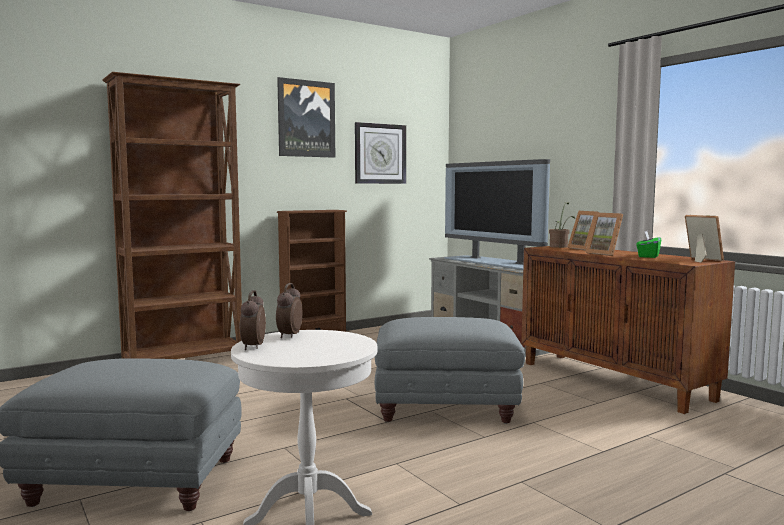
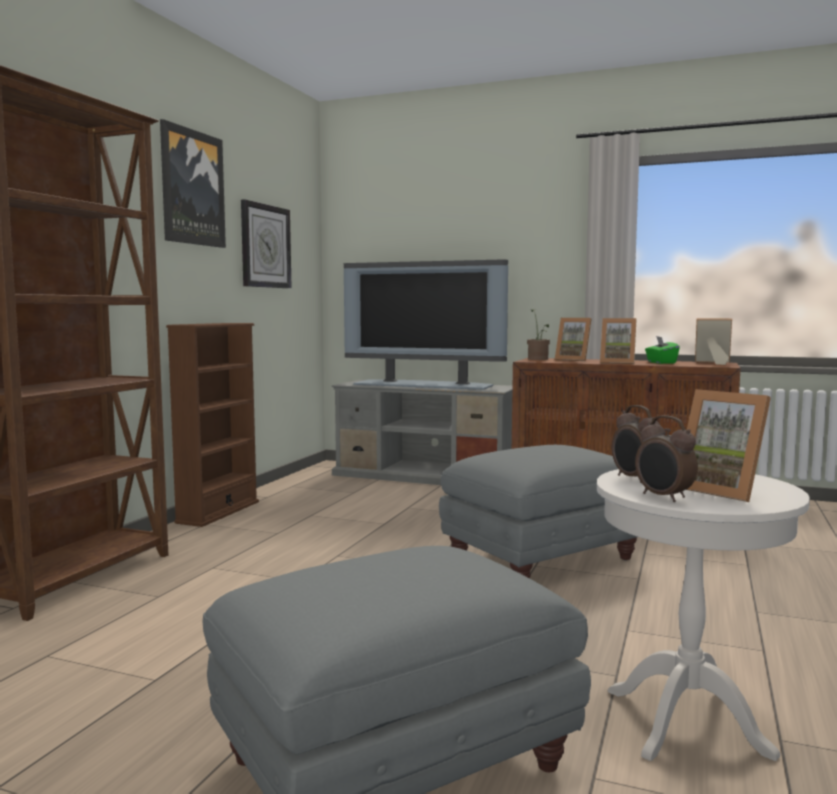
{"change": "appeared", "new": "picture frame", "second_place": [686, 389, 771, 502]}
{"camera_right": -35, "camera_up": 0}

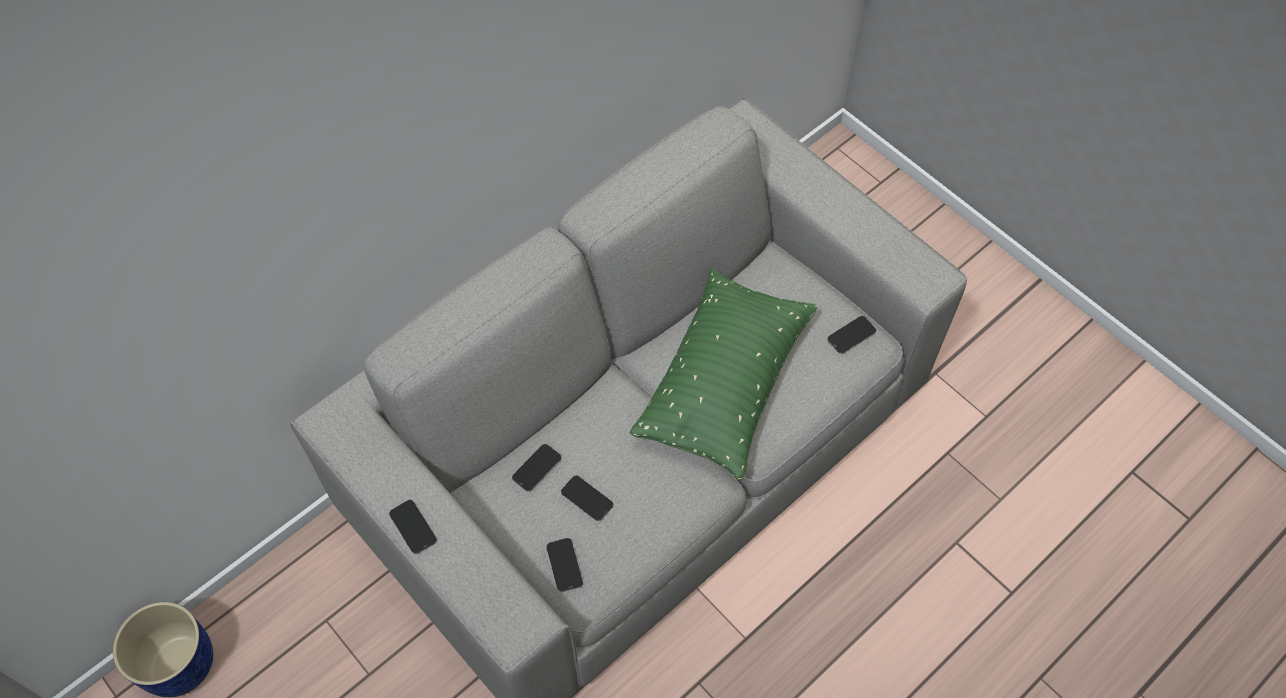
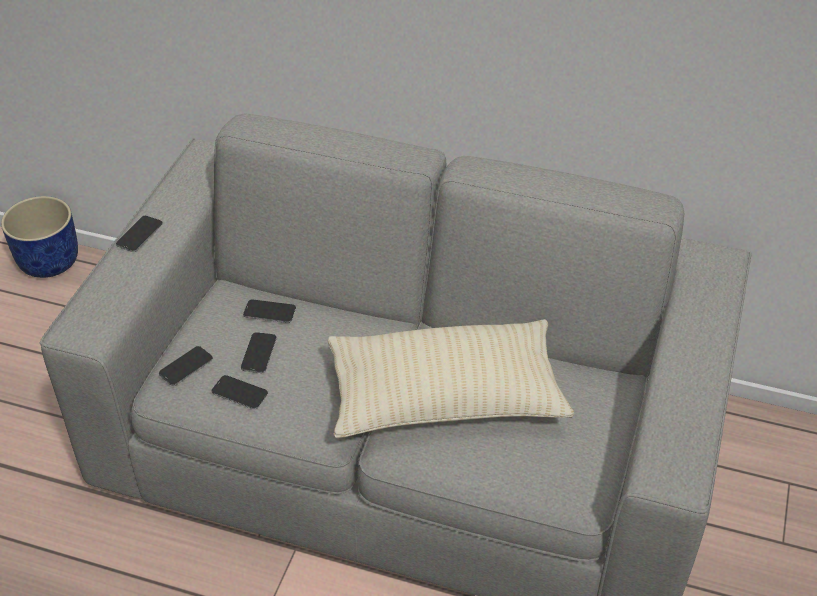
{"change": "colour", "old": "green pillow", "new": "beige pillow", "first_place": [629, 269, 817, 480], "second_place": [328, 319, 574, 438]}
{"change": "relocated", "old": "phone", "first_place": [827, 316, 876, 354], "second_place": [211, 375, 268, 409]}
{"camera_right": 60, "camera_up": -15}

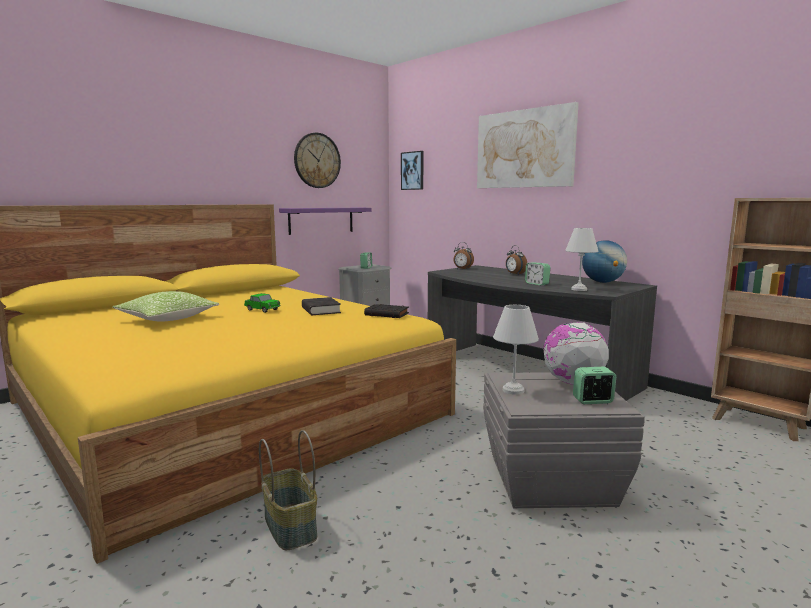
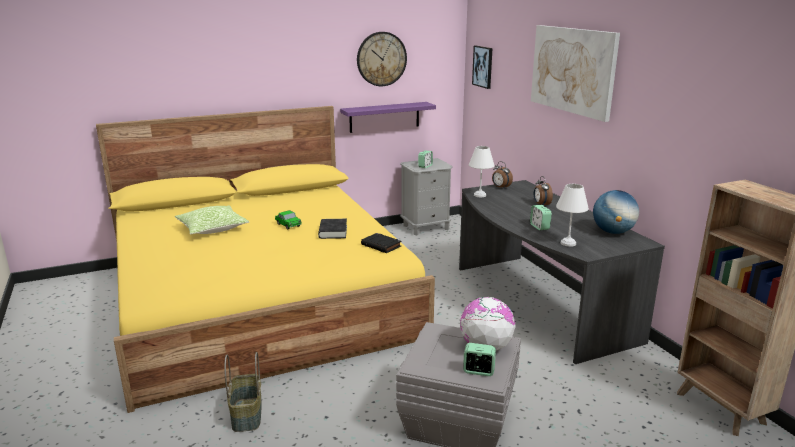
{"change": "relocated", "old": "white table lamp", "first_place": [493, 305, 539, 395], "second_place": [469, 146, 495, 197]}
{"camera_right": 20, "camera_up": 10}

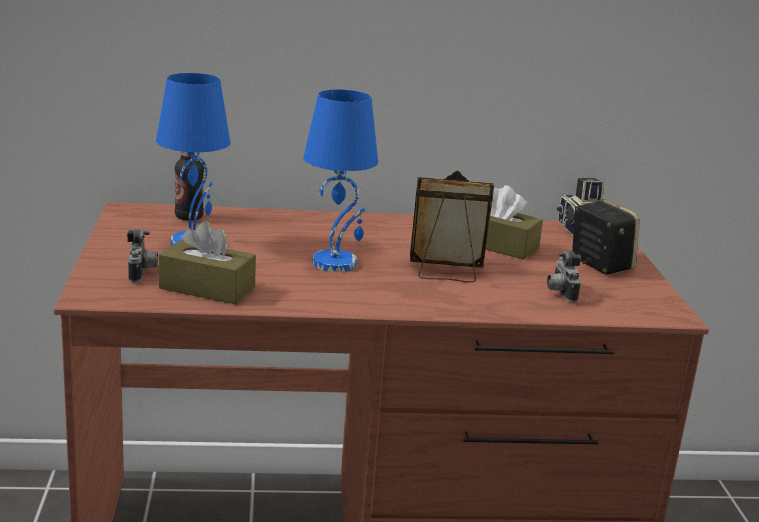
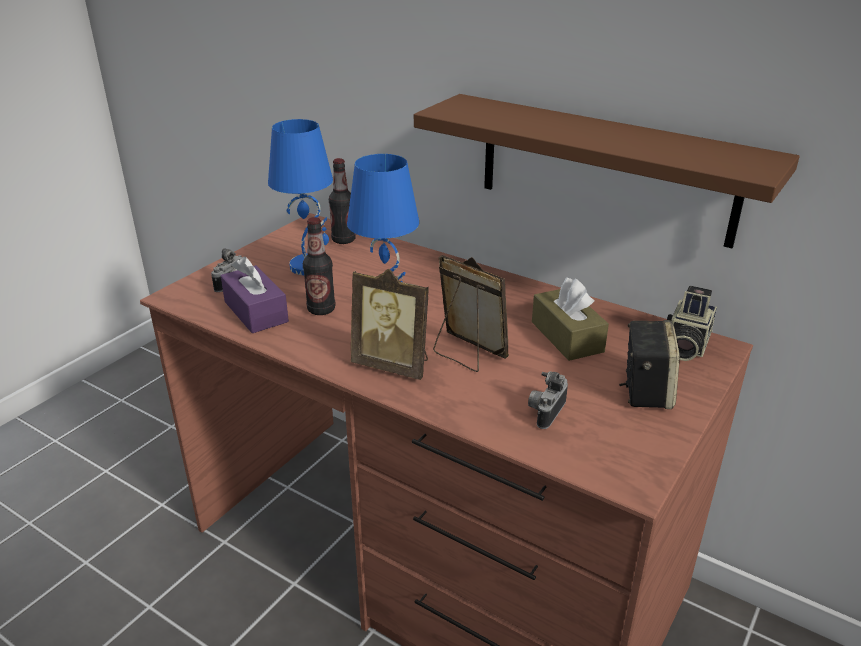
{"change": "colour", "old": "brown tissue box", "new": "purple tissue box", "first_place": [159, 221, 256, 304], "second_place": [221, 257, 289, 333]}
{"change": "appeared", "new": "bottle", "second_place": [303, 217, 335, 315]}
{"change": "appeared", "new": "picture frame", "second_place": [351, 269, 429, 380]}
{"change": "appeared", "new": "brown shelf", "second_place": [414, 94, 800, 248]}
{"camera_right": 40, "camera_up": 10}

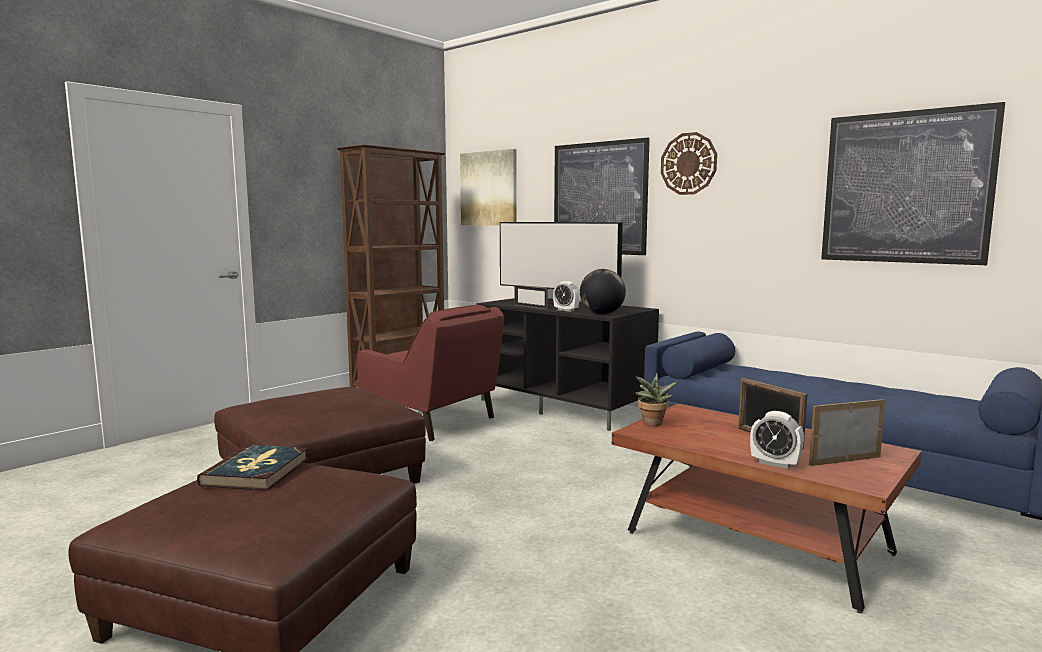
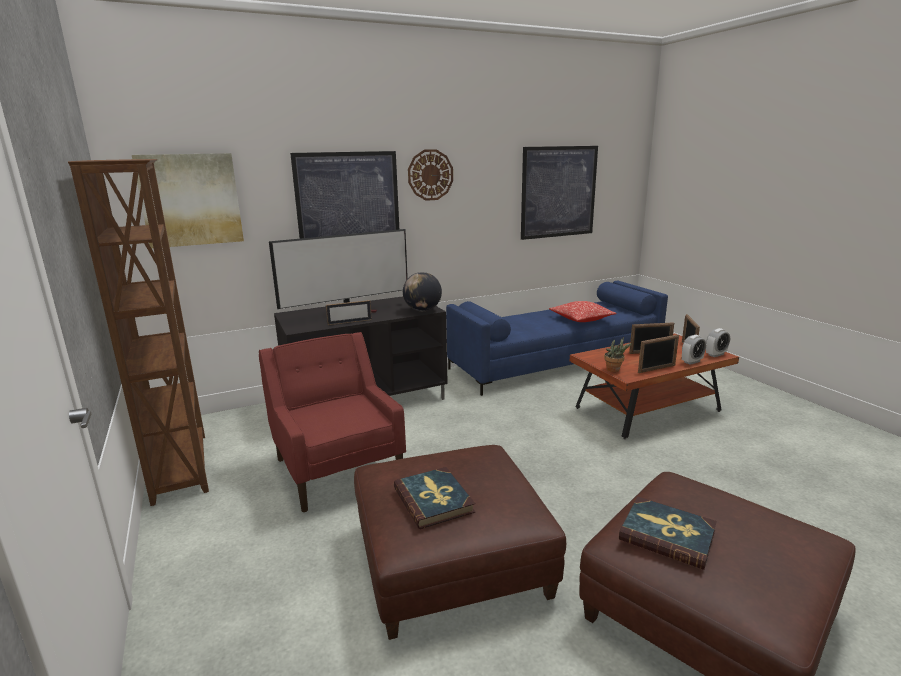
{"change": "spun", "old": "red armchair", "first_place": [357, 305, 504, 442], "second_place": [259, 332, 406, 512], "degrees": -90}
{"change": "relocated", "old": "alarm clock", "first_place": [553, 281, 580, 312], "second_place": [706, 328, 730, 357]}
{"change": "appeared", "new": "book", "second_place": [394, 467, 475, 529]}
{"change": "appeared", "new": "pillow", "second_place": [549, 301, 617, 322]}
{"change": "appeared", "new": "picture frame", "second_place": [638, 335, 679, 373]}
{"camera_right": -65, "camera_up": 10}

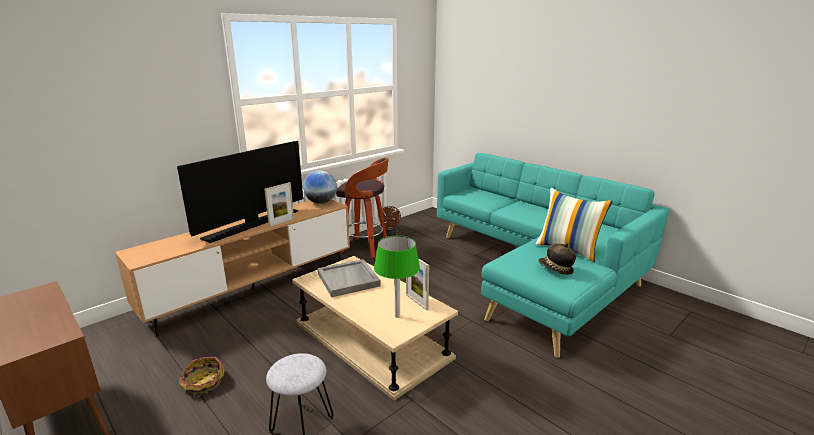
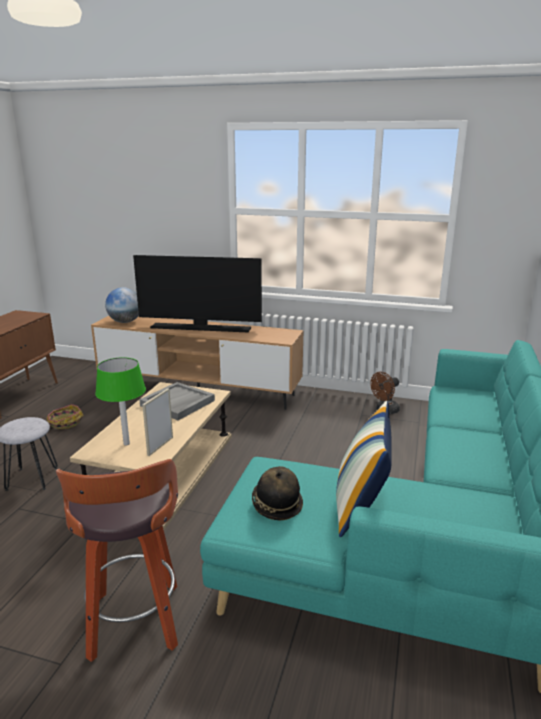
{"change": "missing", "old": "picture frame", "first_place": [264, 182, 294, 227]}
{"change": "relocated", "old": "globe", "first_place": [303, 170, 337, 204], "second_place": [105, 287, 139, 323]}
{"change": "relocated", "old": "stool", "first_place": [336, 157, 389, 258], "second_place": [56, 459, 178, 662]}
{"camera_right": 60, "camera_up": 0}

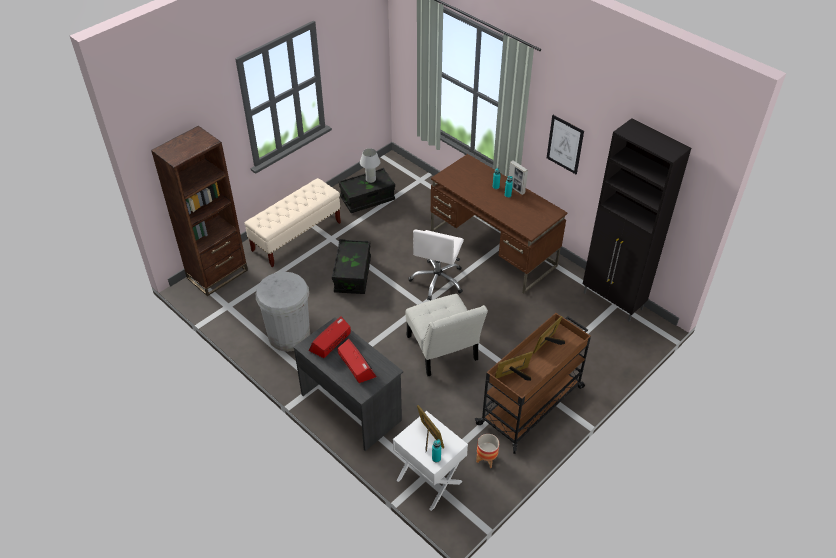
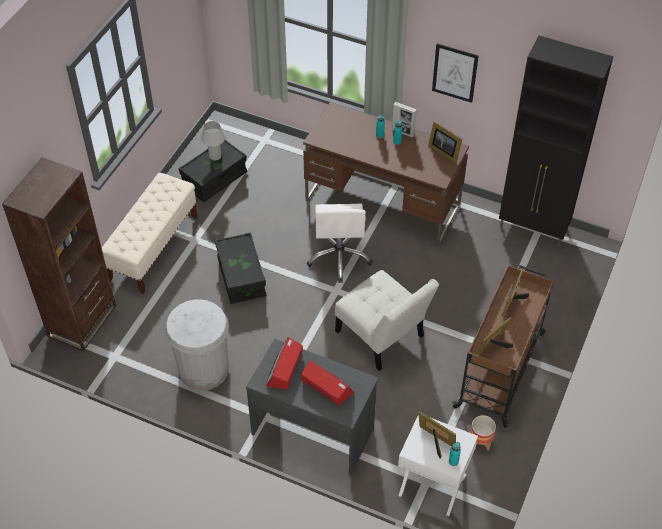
{"change": "appeared", "new": "picture frame", "second_place": [428, 121, 462, 163]}
{"camera_right": -20, "camera_up": 5}

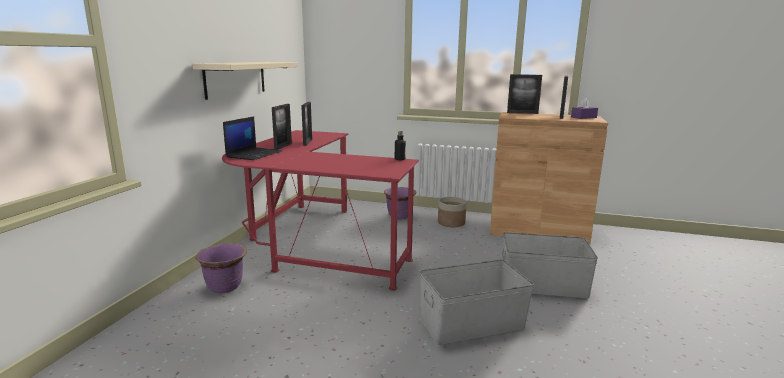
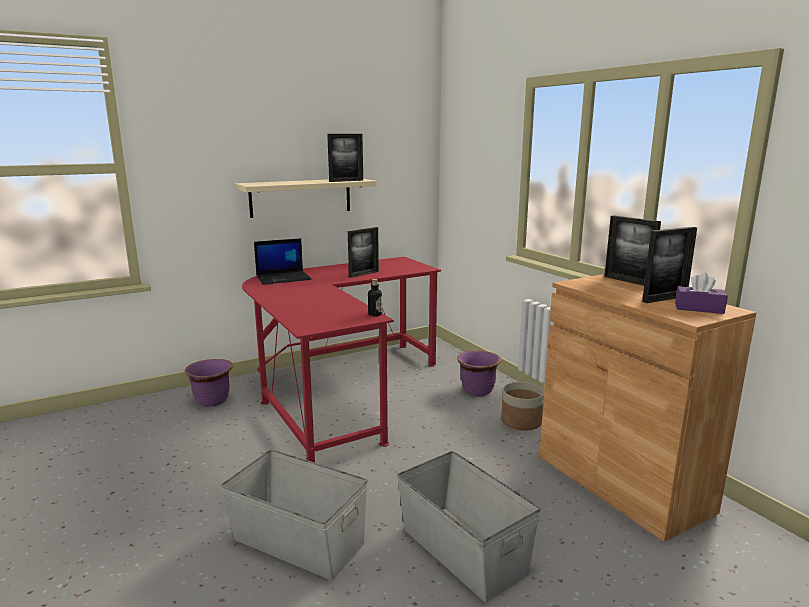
{"change": "relocated", "old": "picture frame", "first_place": [272, 104, 292, 150], "second_place": [327, 134, 363, 182]}
{"camera_right": 45, "camera_up": 0}

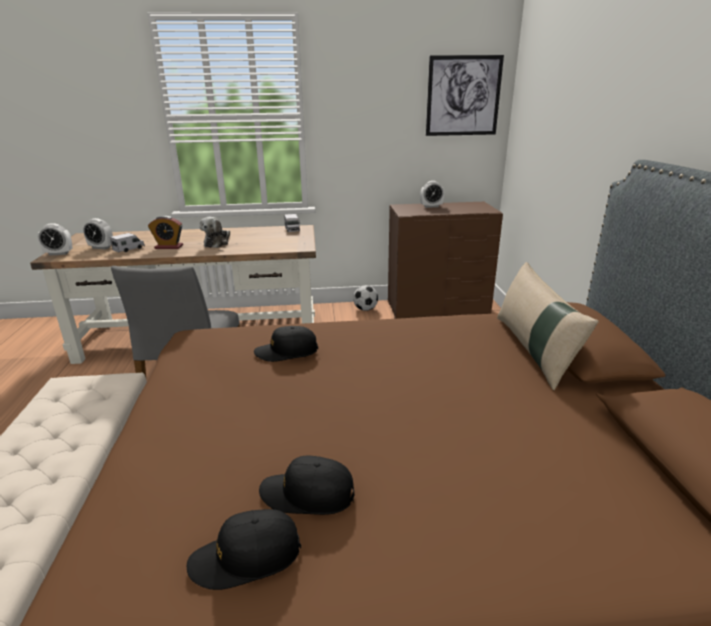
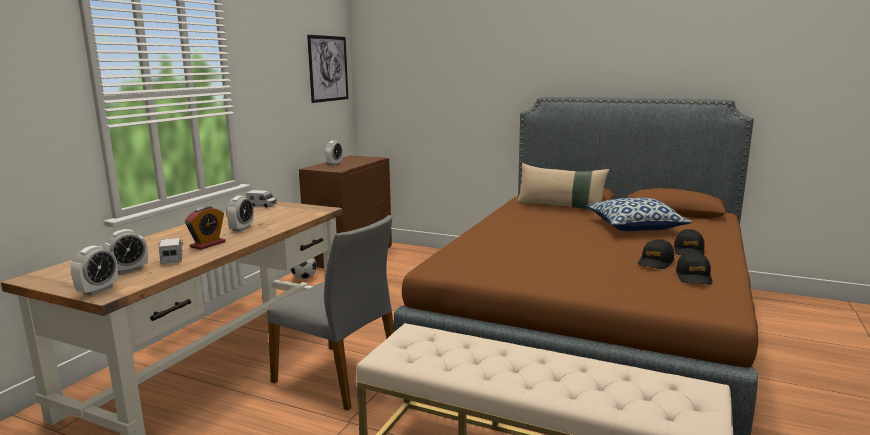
{"change": "exchanged", "old": "plush toy", "new": "alarm clock", "first_place": [200, 217, 230, 248], "second_place": [226, 196, 254, 232]}
{"change": "relocated", "old": "black cap", "first_place": [254, 326, 318, 362], "second_place": [674, 229, 705, 255]}
{"change": "appeared", "new": "pillow", "second_place": [587, 198, 692, 231]}
{"camera_right": -60, "camera_up": -10}

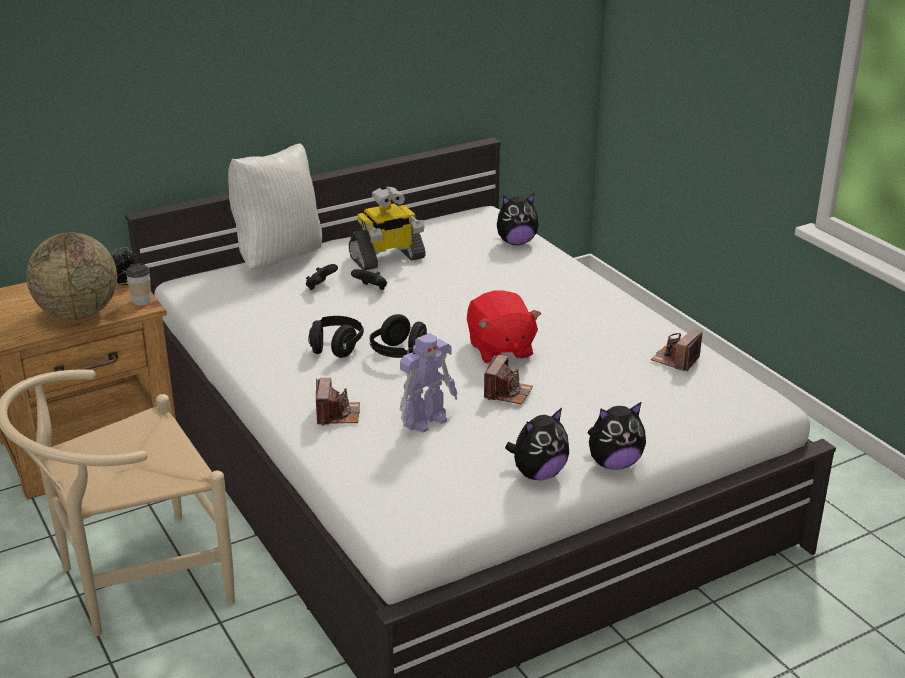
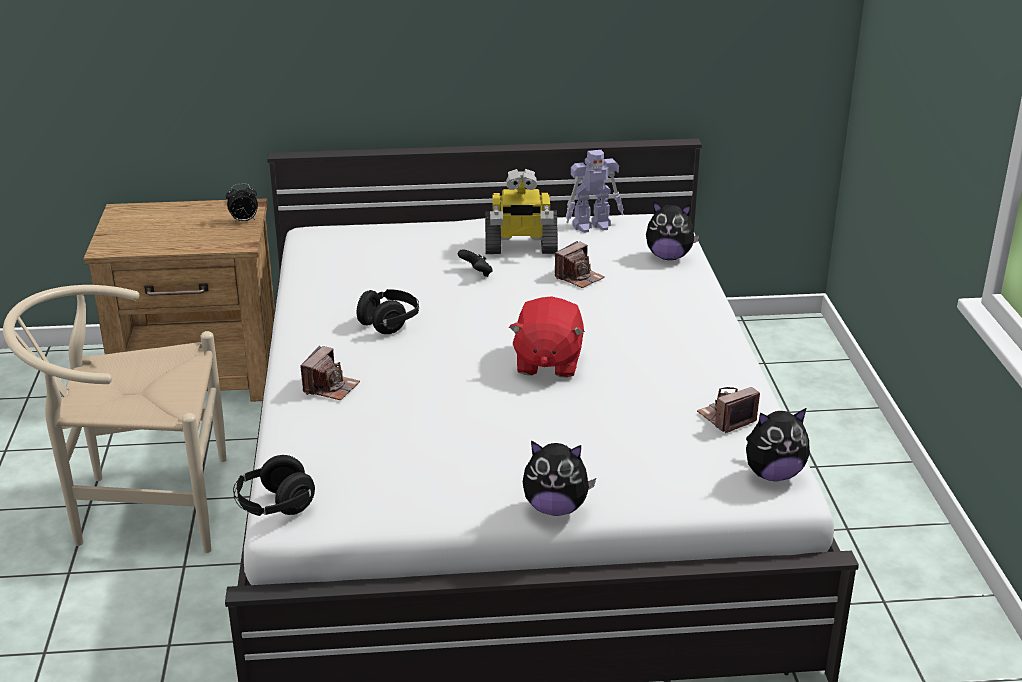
{"change": "missing", "old": "globe", "first_place": [26, 233, 117, 320]}
{"change": "missing", "old": "cup", "first_place": [126, 263, 151, 306]}
{"change": "missing", "old": "white pillow", "first_place": [228, 144, 322, 270]}
{"change": "missing", "old": "black game controller", "first_place": [306, 264, 338, 290]}
{"change": "relocated", "old": "black headphones", "first_place": [370, 314, 427, 358], "second_place": [233, 455, 315, 516]}
{"change": "relocated", "old": "toy robot", "first_place": [400, 333, 458, 433], "second_place": [566, 150, 624, 233]}
{"change": "relocated", "old": "photo camera", "first_place": [484, 355, 533, 405], "second_place": [555, 241, 605, 288]}
{"change": "relocated", "old": "plush toy", "first_place": [505, 408, 569, 480], "second_place": [746, 408, 810, 481]}
{"camera_right": 25, "camera_up": 0}

